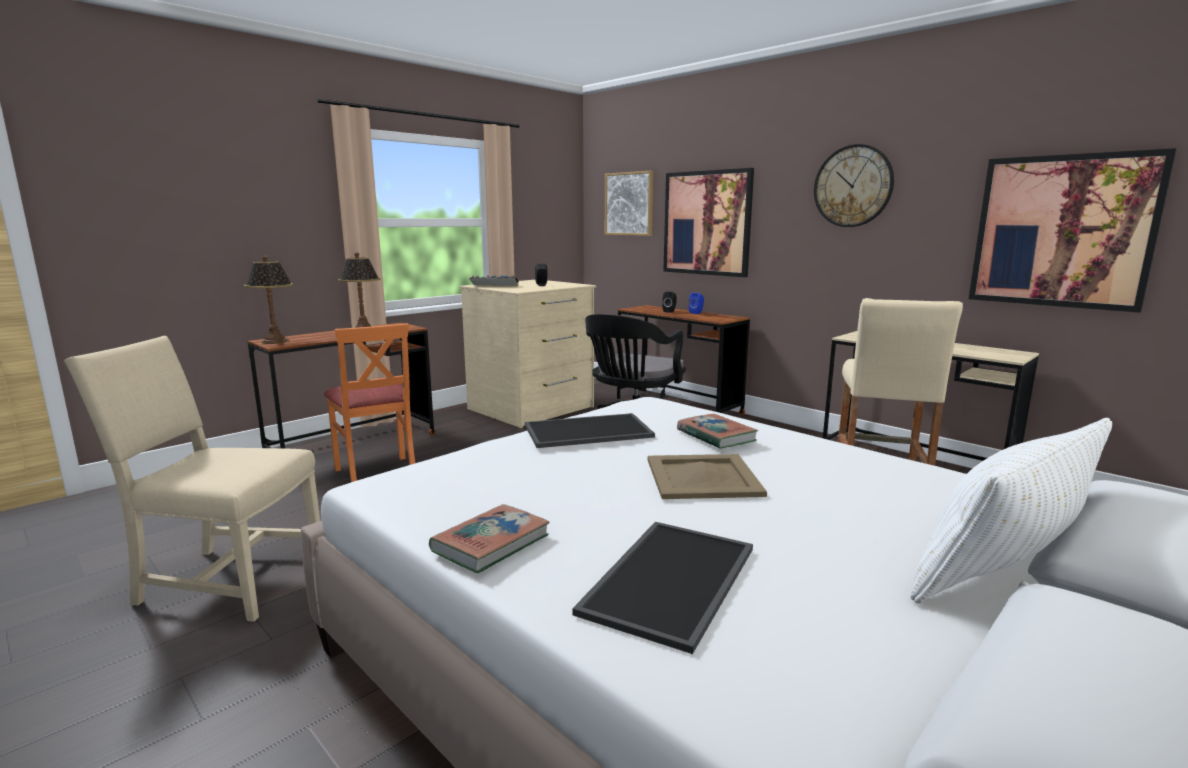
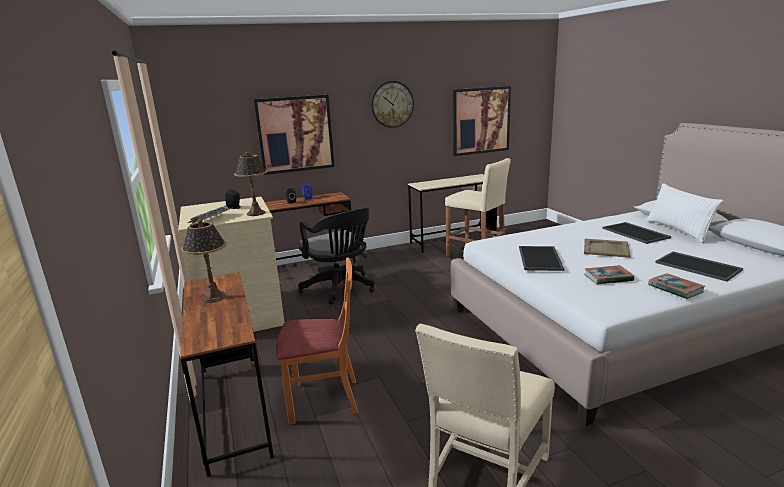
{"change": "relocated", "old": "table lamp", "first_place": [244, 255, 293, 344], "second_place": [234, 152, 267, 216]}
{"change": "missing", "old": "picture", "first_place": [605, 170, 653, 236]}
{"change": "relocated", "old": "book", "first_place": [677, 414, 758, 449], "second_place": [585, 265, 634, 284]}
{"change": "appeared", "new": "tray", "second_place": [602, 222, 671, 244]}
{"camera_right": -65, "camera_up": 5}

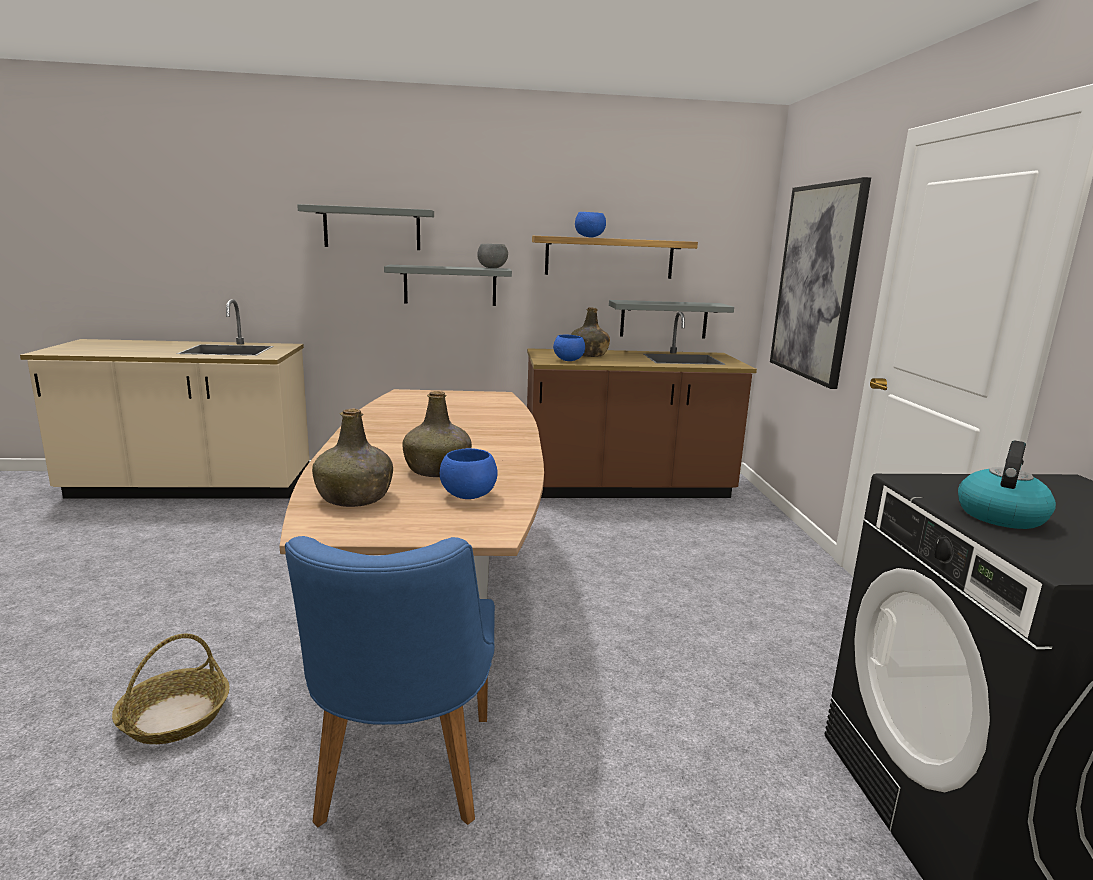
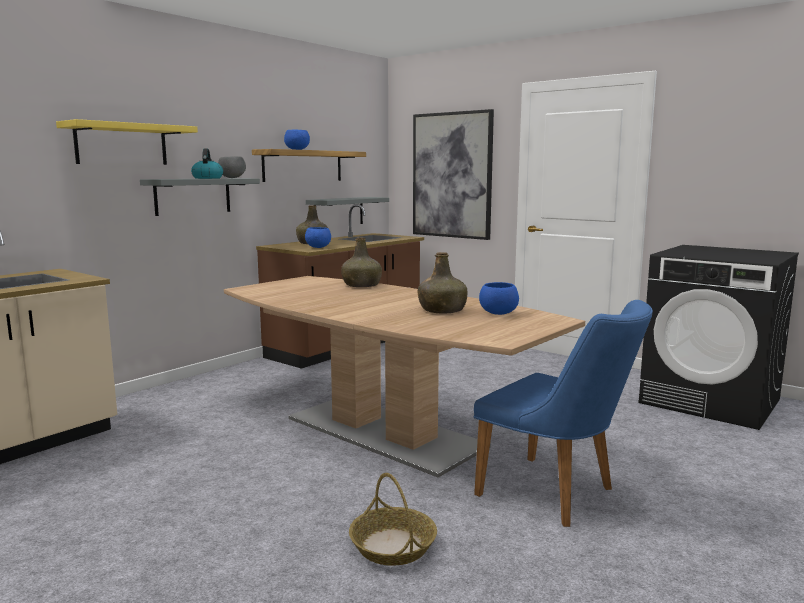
{"change": "colour", "old": "grey shelf", "new": "yellow shelf", "first_place": [297, 204, 434, 250], "second_place": [56, 119, 198, 165]}
{"change": "relocated", "old": "green bottle", "first_place": [312, 408, 393, 507], "second_place": [341, 238, 382, 287]}
{"change": "relocated", "old": "kettle", "first_place": [958, 441, 1056, 529], "second_place": [191, 148, 223, 179]}
{"camera_right": -45, "camera_up": -5}

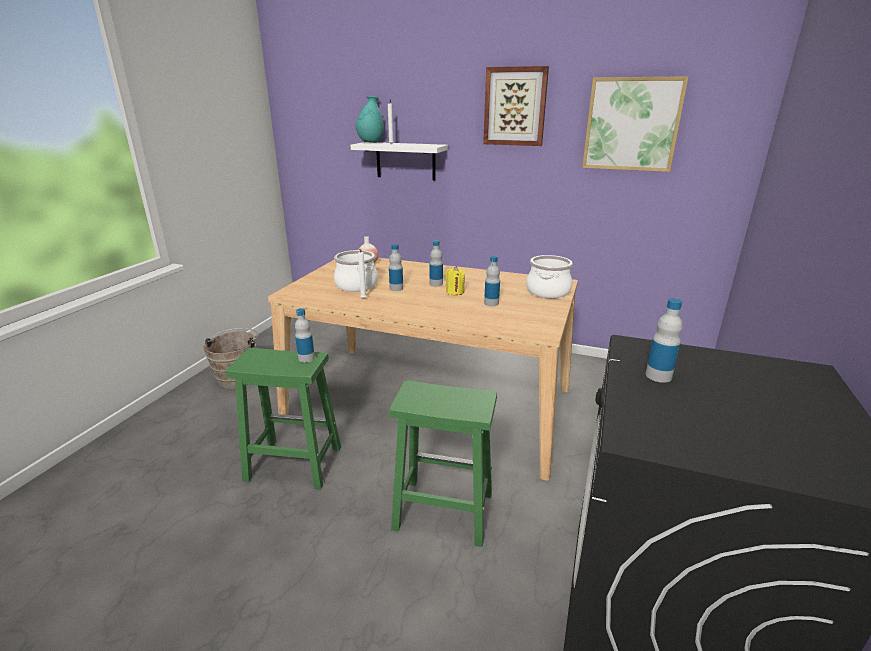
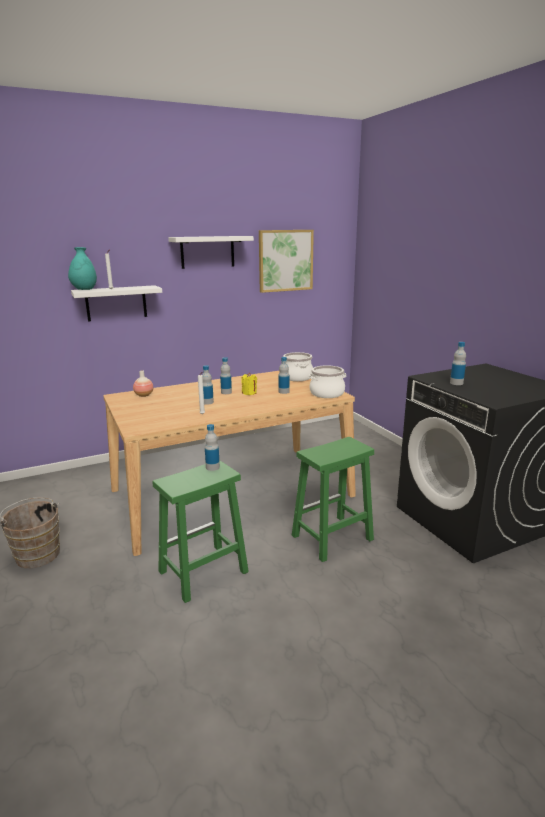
{"change": "relocated", "old": "cooking pot", "first_place": [334, 250, 378, 292], "second_place": [309, 365, 346, 398]}
{"change": "exchanged", "old": "picture", "new": "white shelf", "first_place": [483, 66, 549, 146], "second_place": [168, 236, 254, 269]}
{"camera_right": -45, "camera_up": -5}

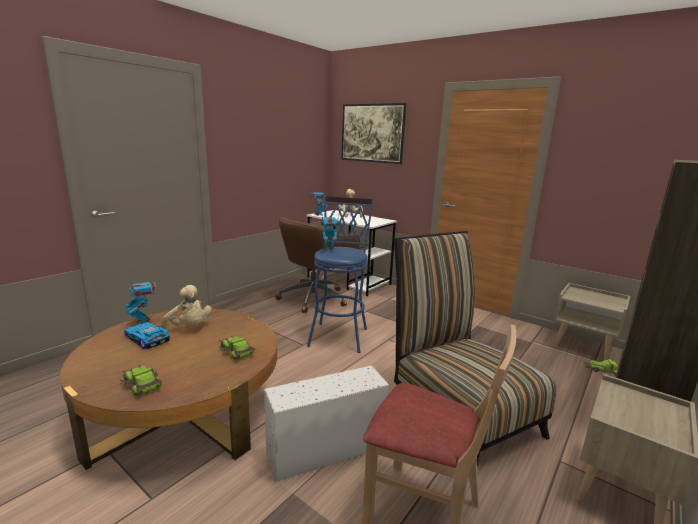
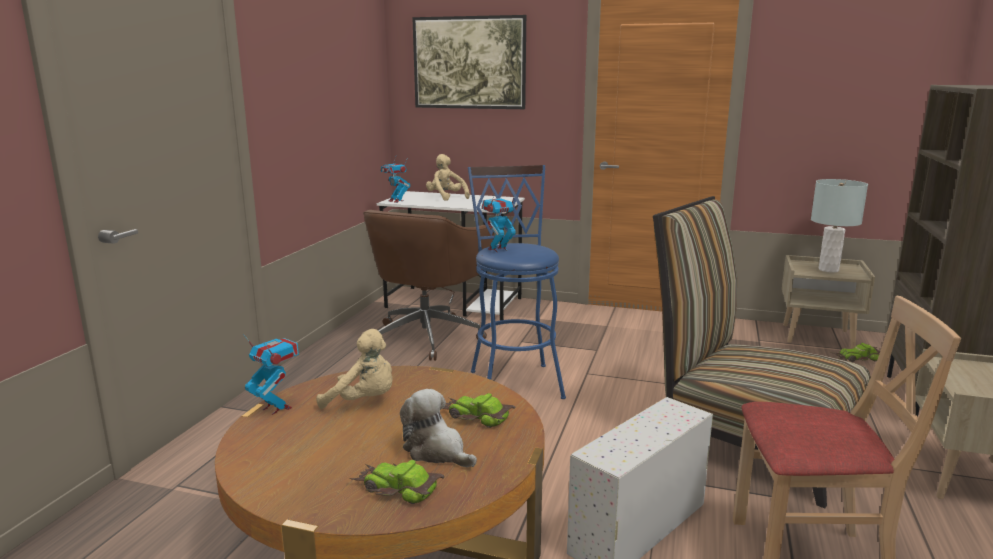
{"change": "missing", "old": "toy car", "first_place": [124, 322, 170, 349]}
{"change": "appeared", "new": "plush toy", "second_place": [400, 389, 477, 468]}
{"change": "appeared", "new": "grey table lamp", "second_place": [811, 179, 868, 273]}
{"camera_right": -20, "camera_up": 0}

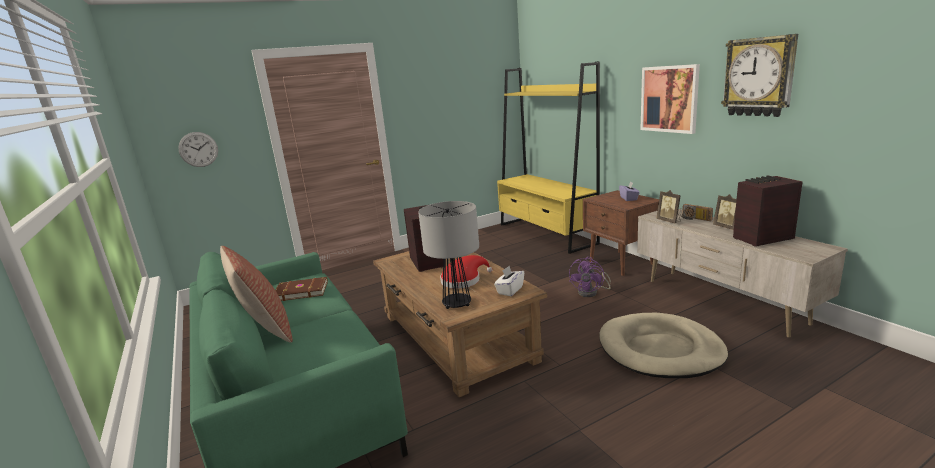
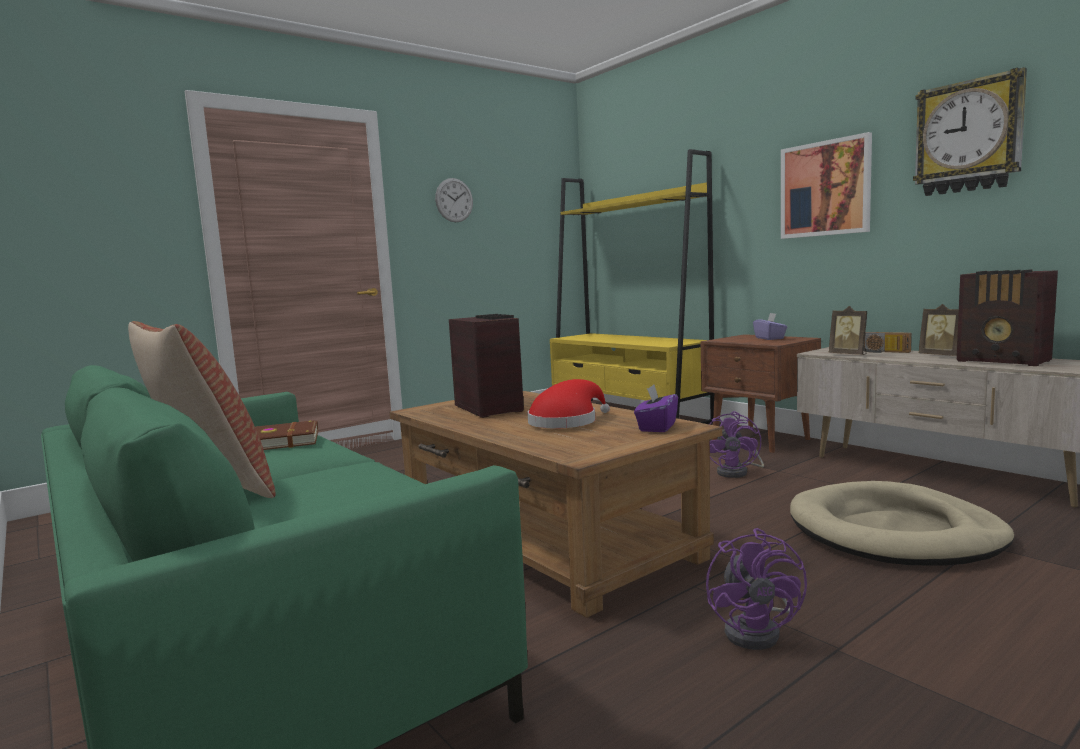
{"change": "relocated", "old": "wall clock", "first_place": [178, 132, 218, 167], "second_place": [435, 178, 473, 222]}
{"change": "missing", "old": "table lamp", "first_place": [418, 201, 479, 309]}
{"change": "colour", "old": "white tissue box", "new": "purple tissue box", "first_place": [494, 266, 524, 296], "second_place": [634, 385, 678, 432]}
{"change": "spun", "old": "radio", "first_place": [733, 176, 803, 247], "second_place": [957, 269, 1058, 366], "degrees": -105}
{"change": "appeared", "new": "purple fan", "second_place": [706, 528, 807, 650]}
{"camera_right": -10, "camera_up": -10}

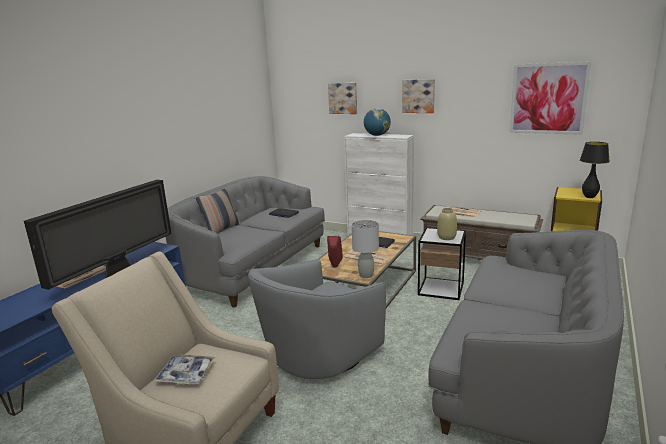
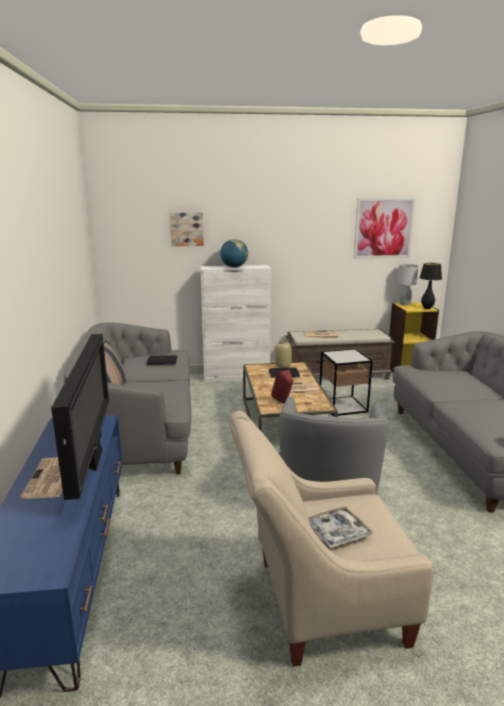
{"change": "relocated", "old": "grey table lamp", "first_place": [352, 220, 379, 278], "second_place": [397, 264, 419, 305]}
{"change": "missing", "old": "picture", "first_place": [402, 79, 435, 113]}
{"change": "relocated", "old": "beige vase", "first_place": [437, 208, 457, 240], "second_place": [275, 339, 292, 368]}
{"camera_right": -35, "camera_up": 0}

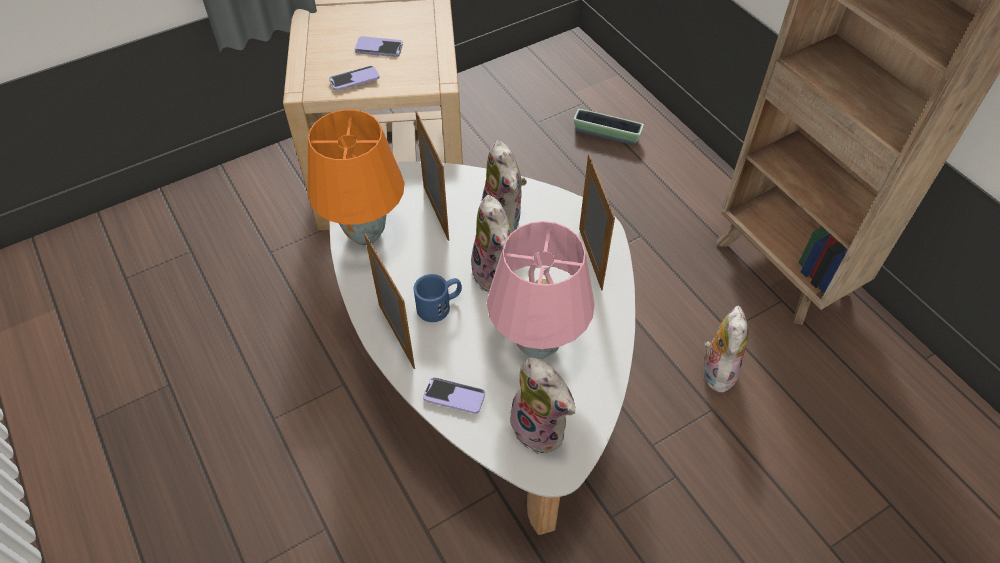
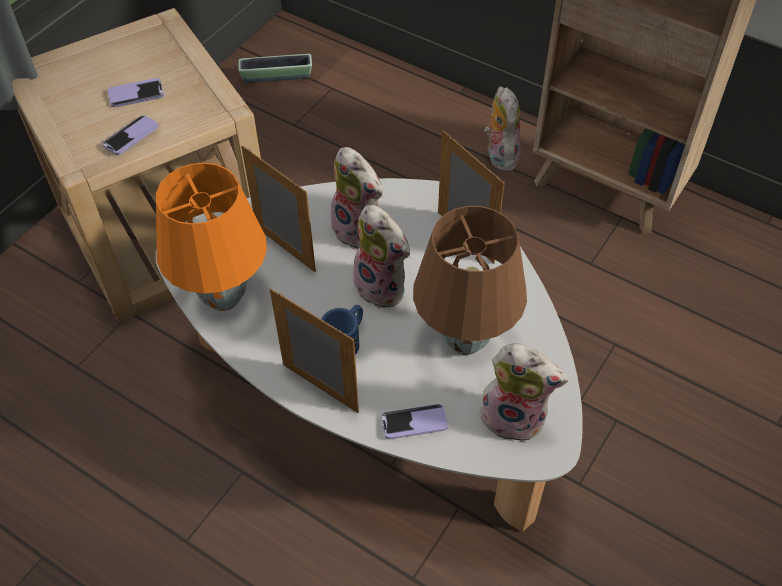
{"change": "colour", "old": "pink table lamp", "new": "brown table lamp", "first_place": [487, 221, 595, 359], "second_place": [413, 206, 527, 355]}
{"change": "relocated", "old": "planter", "first_place": [574, 109, 644, 145], "second_place": [238, 54, 312, 83]}
{"change": "relocated", "old": "plush toy", "first_place": [704, 306, 749, 395], "second_place": [484, 86, 521, 171]}
{"camera_right": -25, "camera_up": 0}

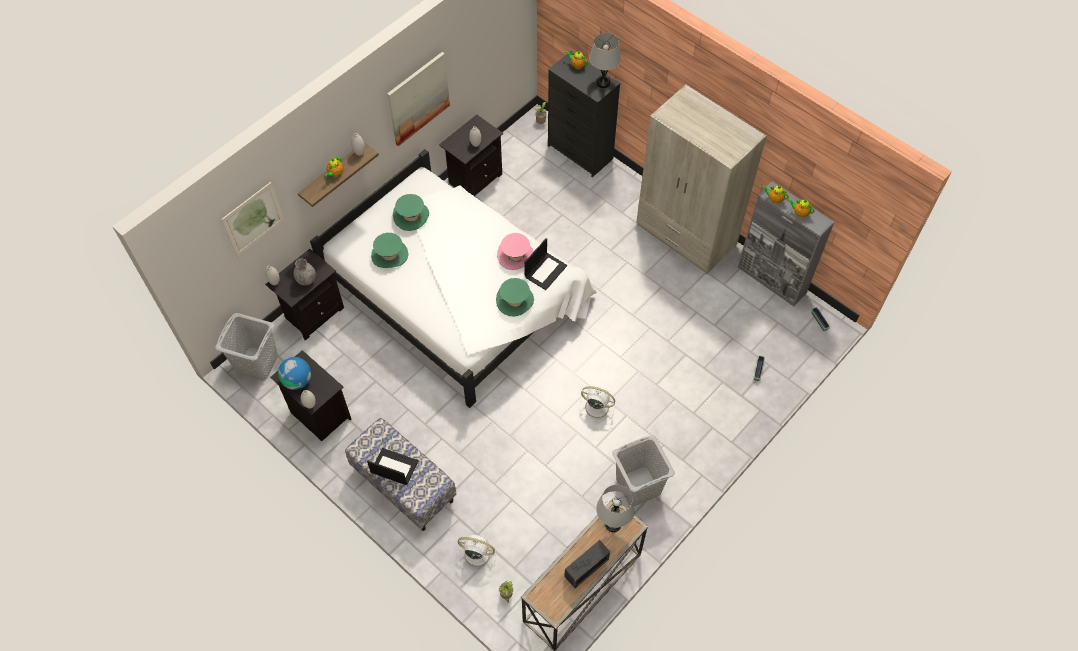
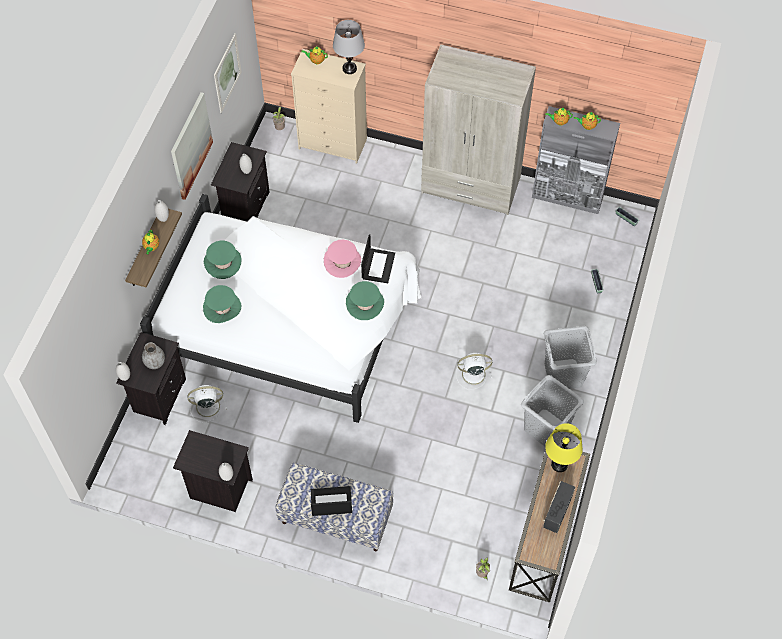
{"change": "relocated", "old": "grey laundry basket", "first_place": [215, 313, 278, 381], "second_place": [544, 325, 597, 389]}
{"change": "relocated", "old": "picture", "first_place": [221, 182, 284, 257], "second_place": [214, 33, 242, 113]}
{"change": "missing", "old": "globe", "first_place": [278, 357, 311, 390]}
{"change": "relocated", "old": "white fan", "first_place": [458, 535, 496, 572], "second_place": [187, 385, 227, 423]}
{"change": "colour", "old": "black dresser", "new": "beige dresser", "first_place": [548, 51, 621, 177], "second_place": [291, 49, 367, 164]}
{"change": "colour", "old": "grey table lamp", "new": "yellow table lamp", "first_place": [596, 484, 635, 532], "second_place": [545, 423, 583, 472]}
{"camera_right": -25, "camera_up": 0}

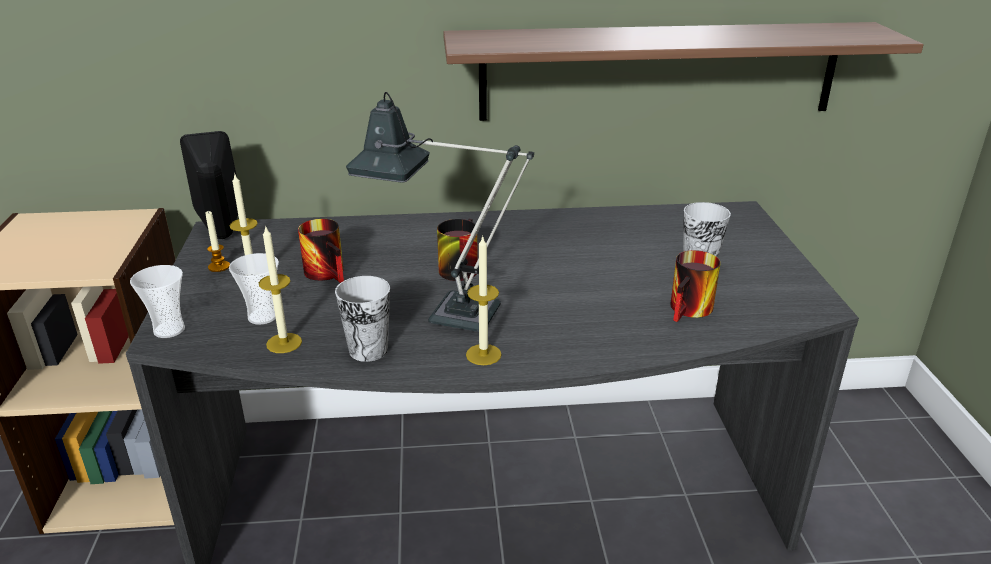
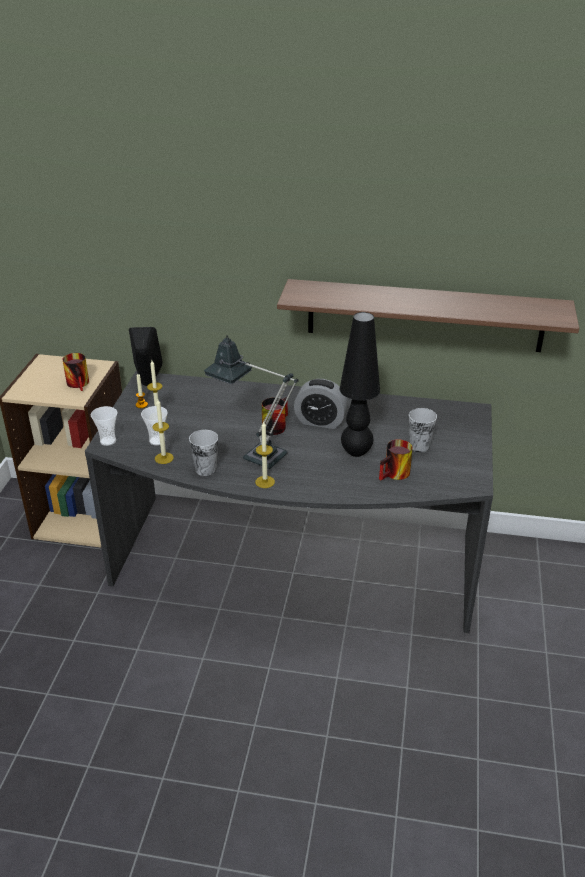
{"change": "relocated", "old": "mug", "first_place": [298, 219, 344, 283], "second_place": [62, 353, 89, 391]}
{"change": "appeared", "new": "alarm clock", "second_place": [294, 379, 348, 429]}
{"change": "appeared", "new": "black table lamp", "second_place": [339, 312, 380, 457]}
{"camera_right": 15, "camera_up": 5}

